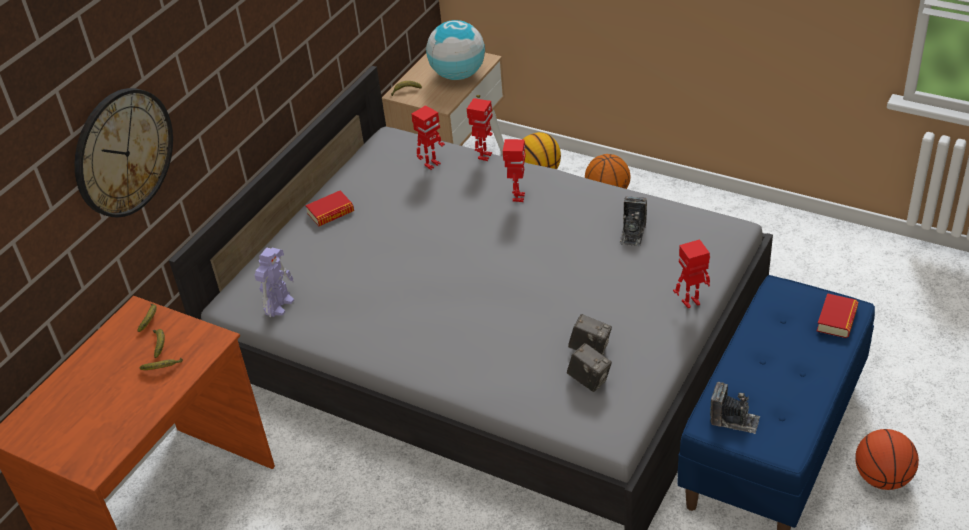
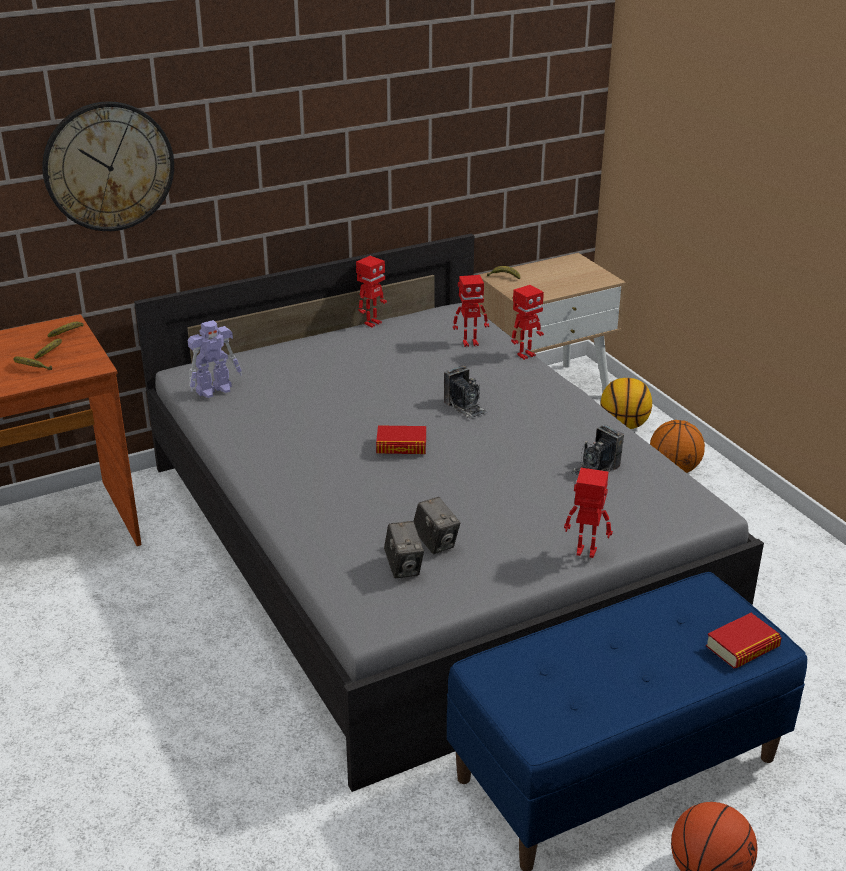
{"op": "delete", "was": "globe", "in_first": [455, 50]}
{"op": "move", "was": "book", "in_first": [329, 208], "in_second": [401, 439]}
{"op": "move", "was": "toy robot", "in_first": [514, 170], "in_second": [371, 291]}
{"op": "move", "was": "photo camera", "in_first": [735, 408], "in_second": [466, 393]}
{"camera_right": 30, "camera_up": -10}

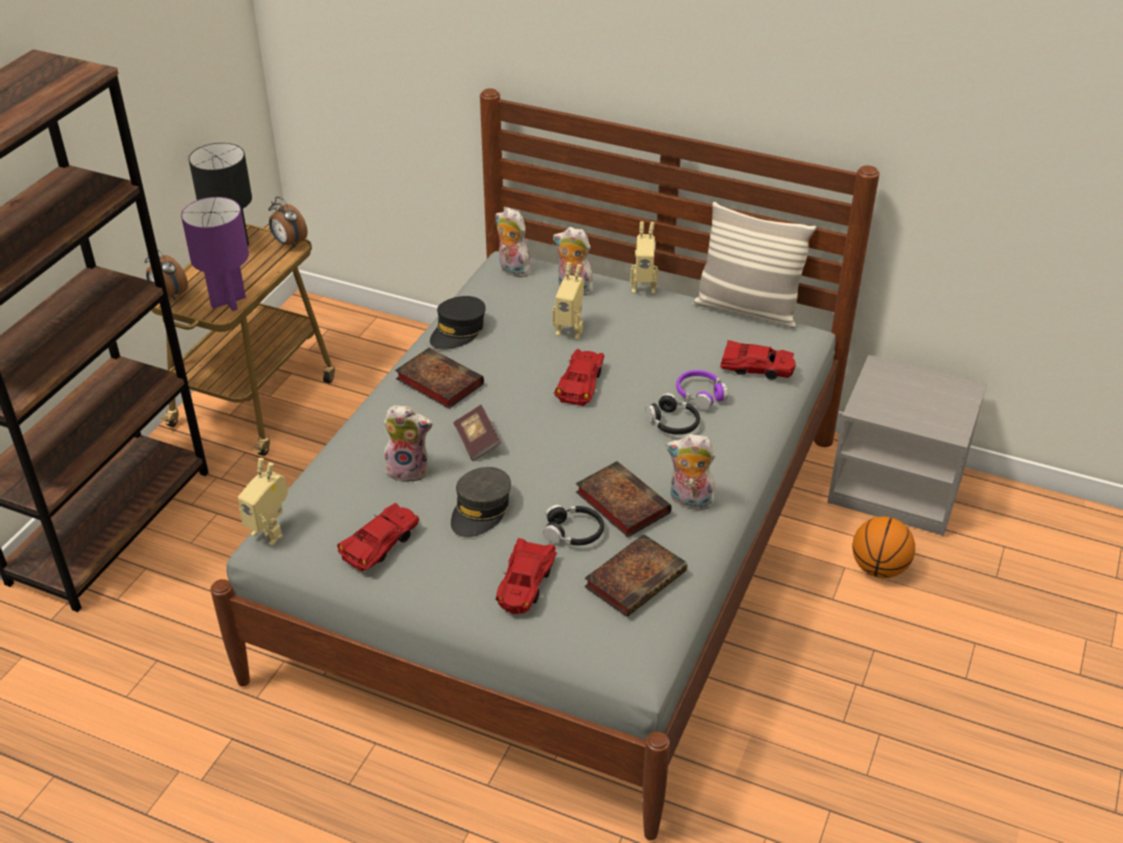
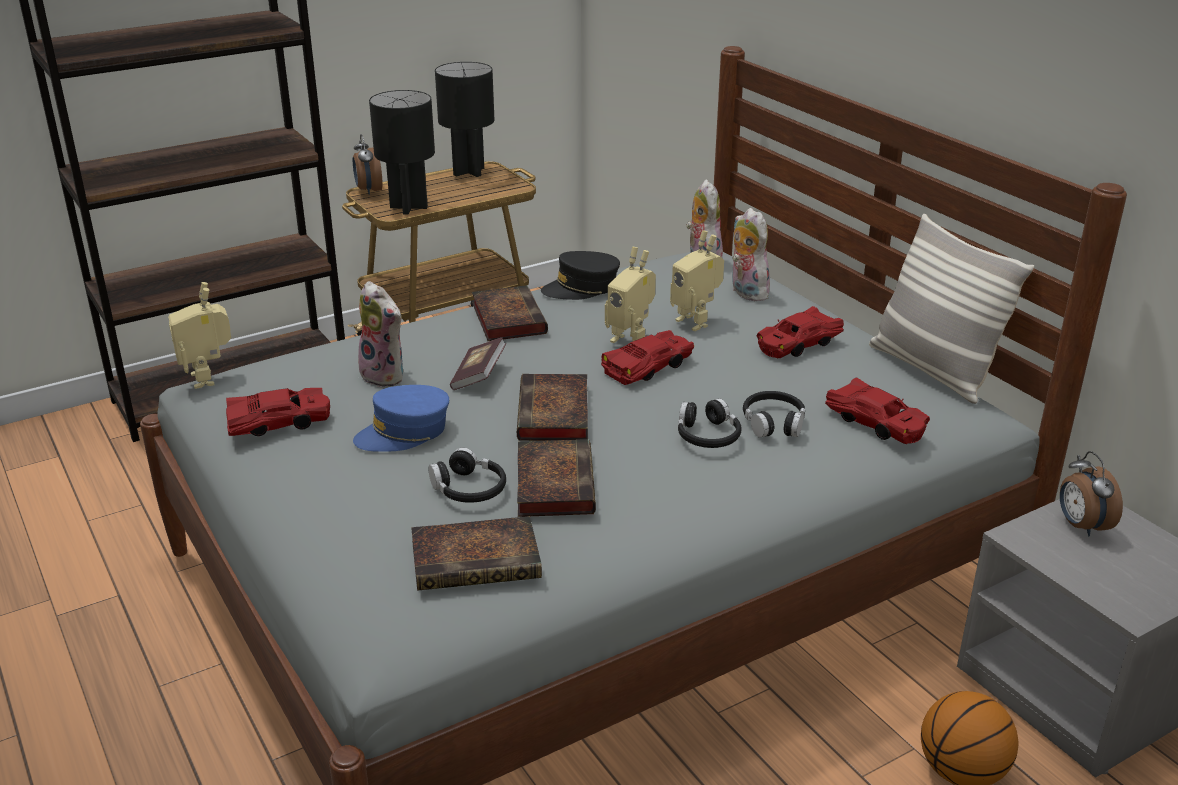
{"op": "delete", "was": "plush toy", "in_first": [690, 472]}
{"op": "insert", "now": "book", "in_second": [552, 407]}
{"op": "move", "was": "alarm clock", "in_first": [288, 222], "in_second": [1091, 493]}
{"op": "move", "was": "red toy car", "in_first": [526, 576], "in_second": [800, 332]}
{"op": "move", "was": "toy robot", "in_first": [644, 257], "in_second": [630, 295]}
{"op": "recolor", "was": "purple table lamp", "now": "black table lamp", "in_first": [215, 254], "in_second": [402, 152]}
{"op": "recolor", "was": "grey cap", "now": "blue cap", "in_first": [481, 502], "in_second": [401, 418]}
{"op": "recolor", "was": "purple headphones", "now": "black headphones", "in_first": [702, 390], "in_second": [774, 414]}
{"camera_right": 35, "camera_up": -10}

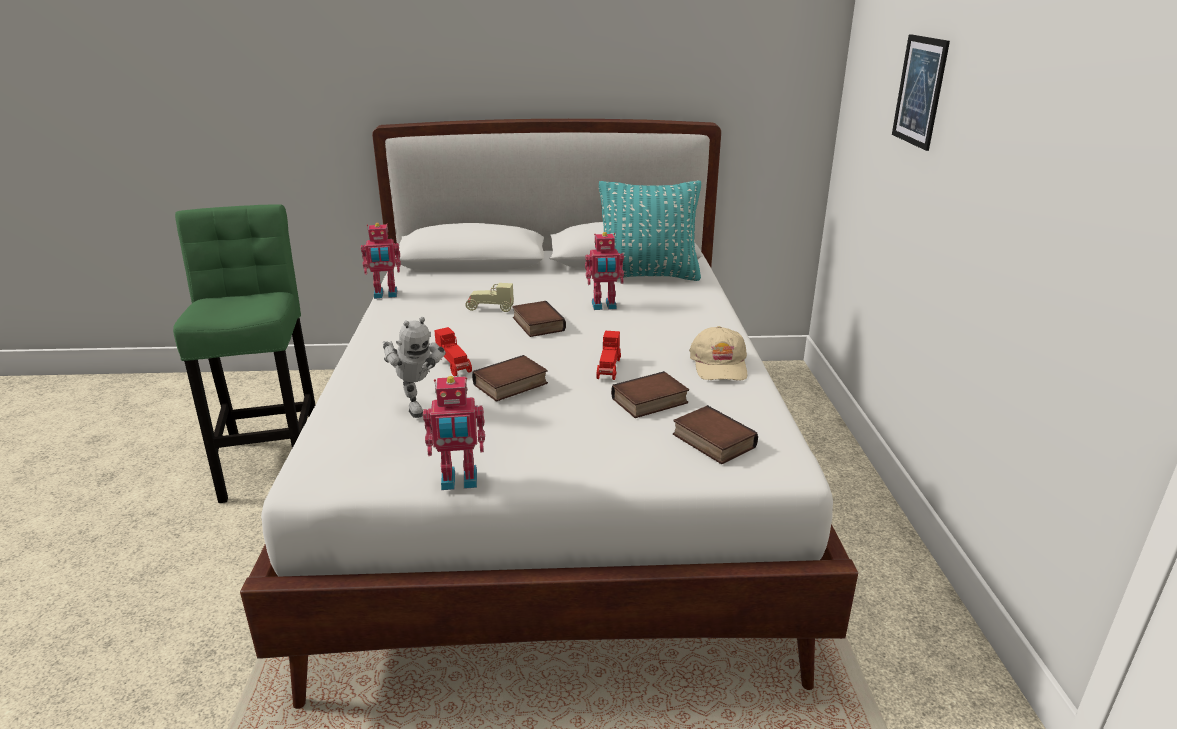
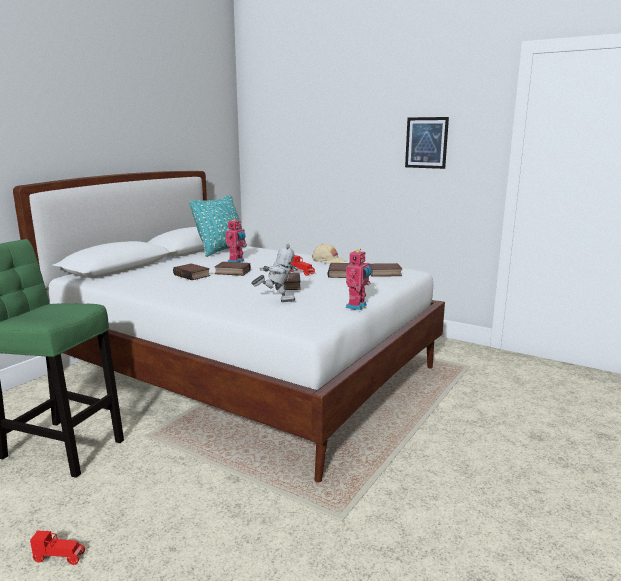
{"op": "delete", "was": "toy robot", "in_first": [381, 261]}
{"op": "move", "was": "red toy car", "in_first": [453, 352], "in_second": [57, 548]}
{"op": "move", "was": "picture", "in_first": [921, 92], "in_second": [427, 143]}
{"op": "replace", "was": "beige toy car", "now": "book", "in_first": [489, 297], "in_second": [191, 271]}
{"camera_right": -55, "camera_up": -10}

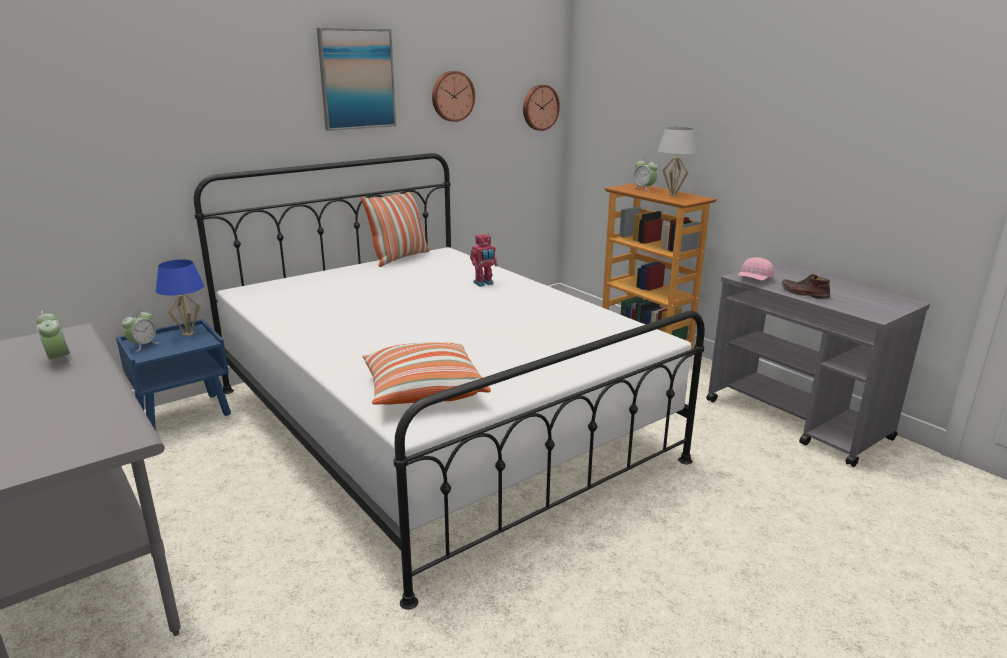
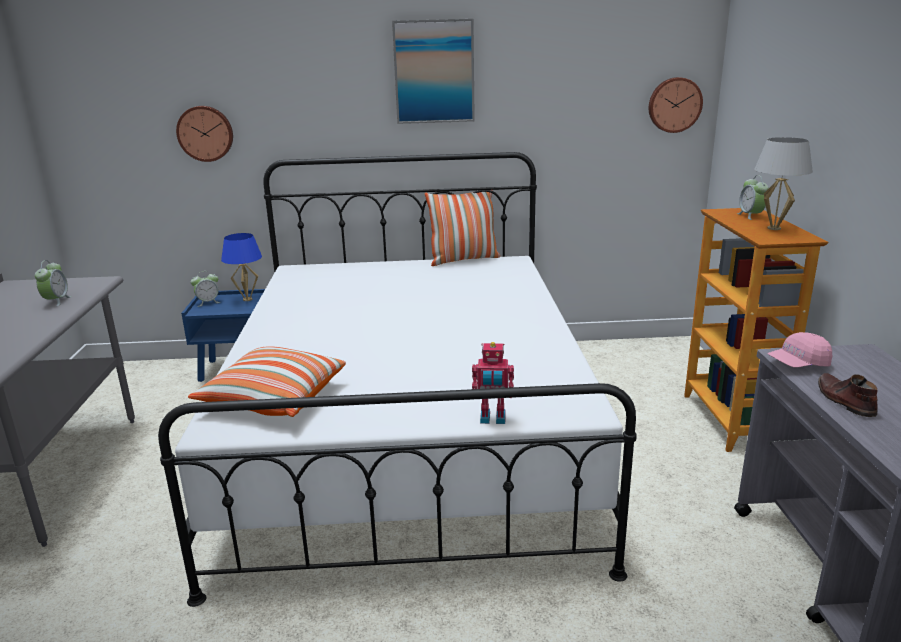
{"op": "move", "was": "wall clock", "in_first": [453, 96], "in_second": [204, 134]}
{"op": "move", "was": "toy robot", "in_first": [484, 260], "in_second": [493, 383]}
{"camera_right": 35, "camera_up": 0}

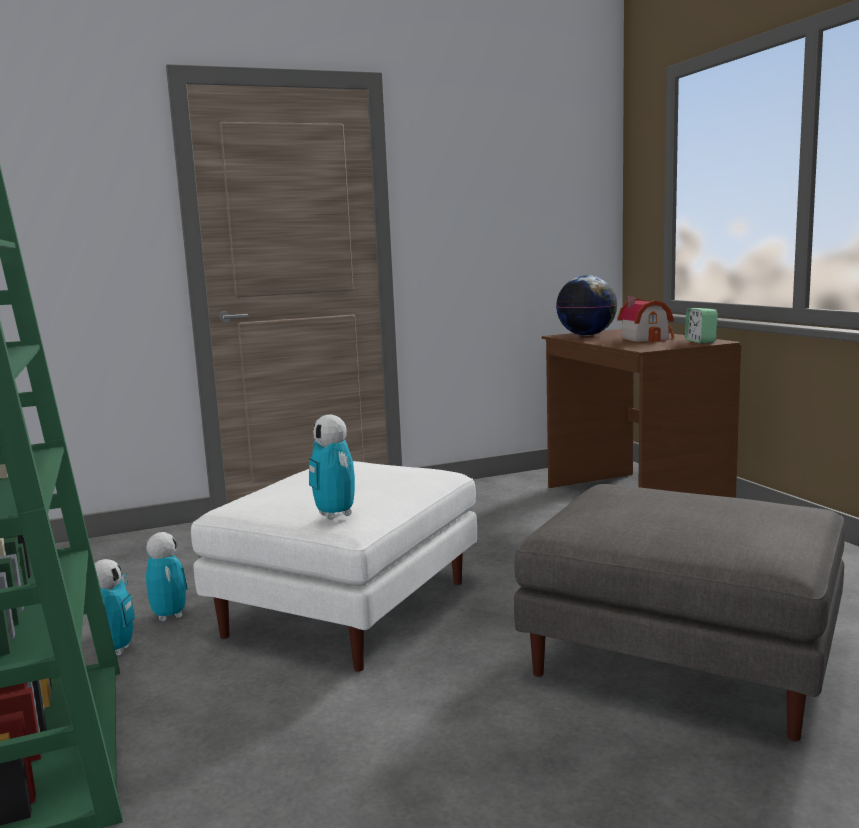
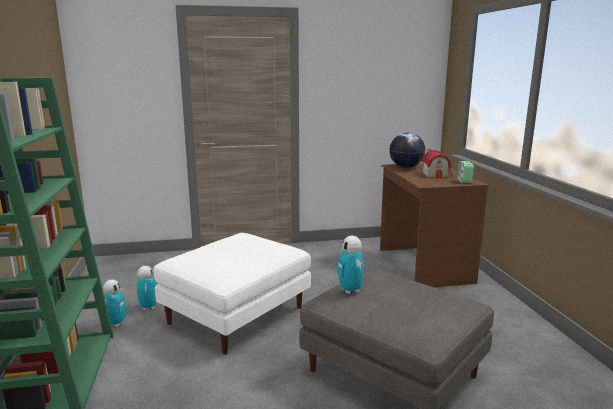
{"op": "move", "was": "toy robot", "in_first": [332, 467], "in_second": [350, 265]}
{"camera_right": 10, "camera_up": 5}

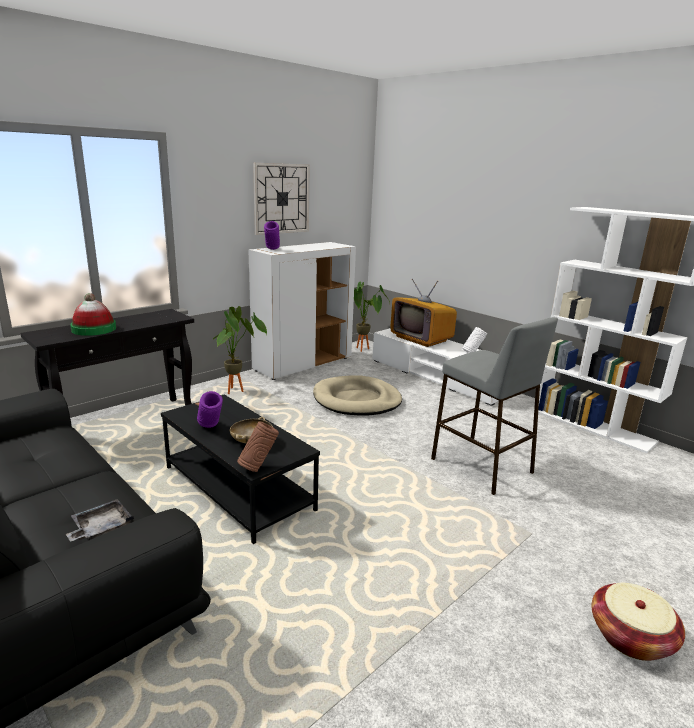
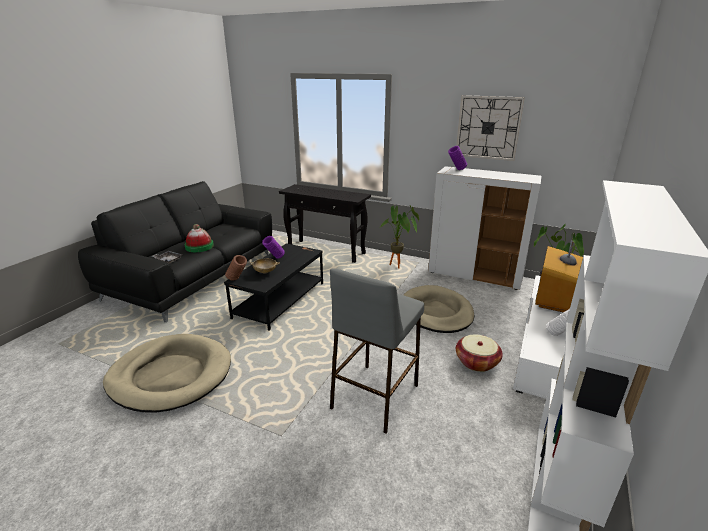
{"op": "insert", "now": "beige dog bed", "in_second": [167, 373]}
{"op": "move", "was": "hat", "in_first": [93, 314], "in_second": [199, 238]}
{"op": "move", "was": "basket", "in_first": [638, 622], "in_second": [479, 353]}
{"camera_right": 70, "camera_up": 5}

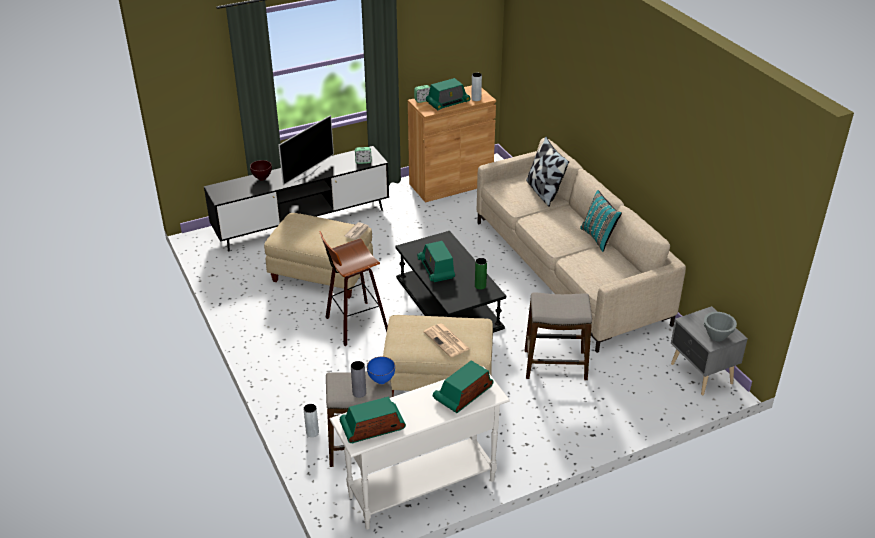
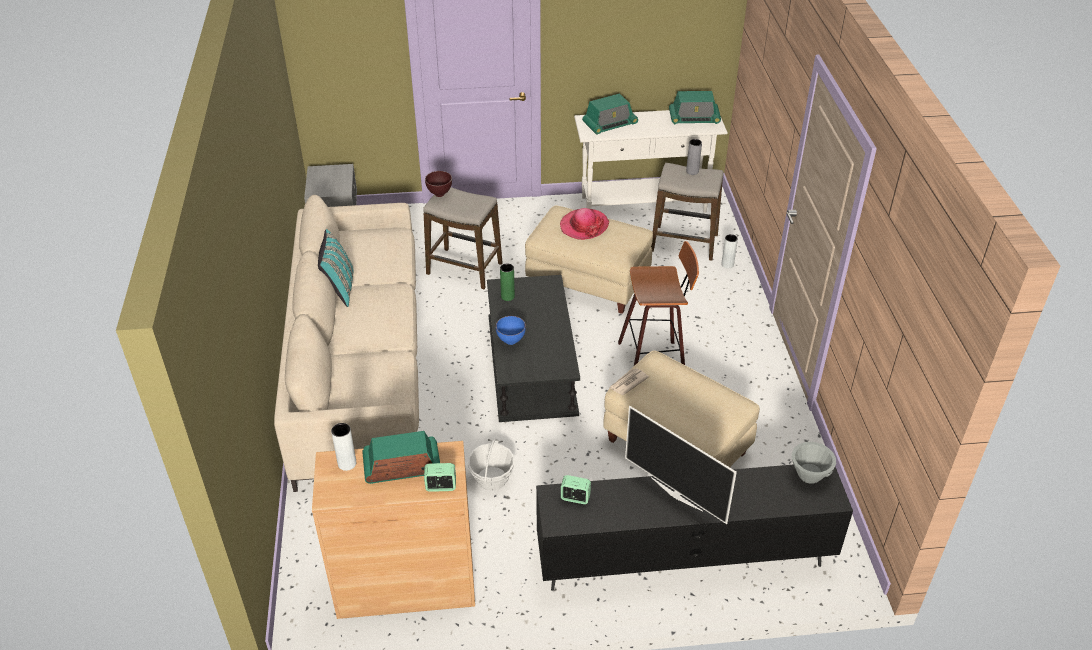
{"op": "delete", "was": "radio", "in_first": [436, 261]}
{"op": "delete", "was": "pillow", "in_first": [547, 171]}
{"op": "insert", "now": "basket", "in_second": [491, 464]}
{"op": "move", "was": "brown bowl", "in_first": [261, 170], "in_second": [438, 184]}
{"op": "move", "was": "blue bowl", "in_first": [381, 370], "in_second": [511, 330]}
{"op": "move", "was": "grey bowl", "in_first": [720, 326], "in_second": [814, 463]}
{"op": "replace", "was": "newspaper", "now": "hat", "in_first": [447, 340], "in_second": [584, 224]}
{"op": "rotate", "was": "television", "in_first": [306, 150], "in_second": [681, 465], "clockwise": -105}
{"camera_right": -160, "camera_up": 5}

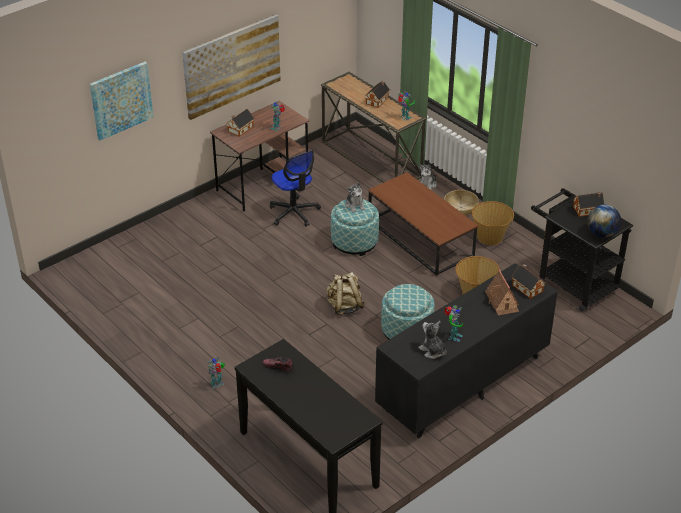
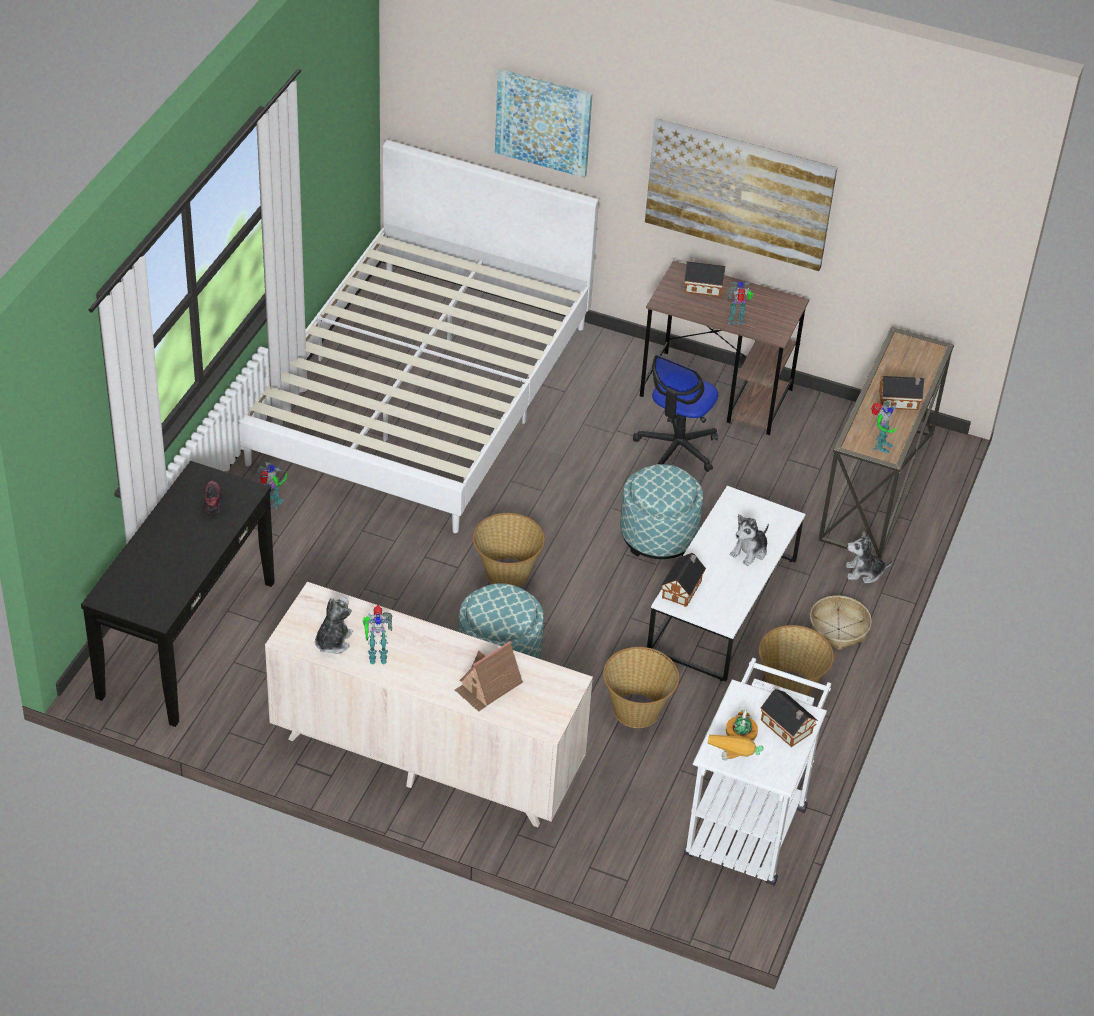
{"op": "insert", "now": "white bed", "in_second": [419, 336]}
{"op": "move", "was": "plush toy", "in_first": [355, 197], "in_second": [749, 540]}
{"op": "move", "was": "toy house", "in_first": [528, 281], "in_second": [683, 580]}
{"op": "replace", "was": "beige backpack", "now": "basket", "in_first": [345, 293], "in_second": [508, 550]}
{"op": "replace", "was": "globe", "now": "toy robot", "in_first": [604, 221], "in_second": [735, 735]}
{"op": "recolor", "was": "brown coffee table", "now": "white coffee table", "in_first": [423, 224], "in_second": [726, 584]}
{"op": "recolor", "was": "black dresser", "now": "beige dresser", "in_first": [466, 350], "in_second": [429, 704]}
{"op": "recolor", "was": "black cart", "now": "white cart", "in_first": [582, 250], "in_second": [757, 772]}
{"camera_right": 60, "camera_up": 5}

